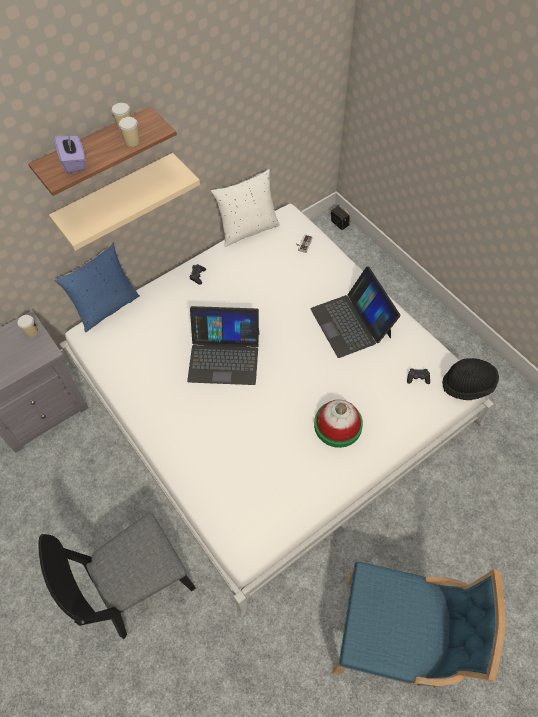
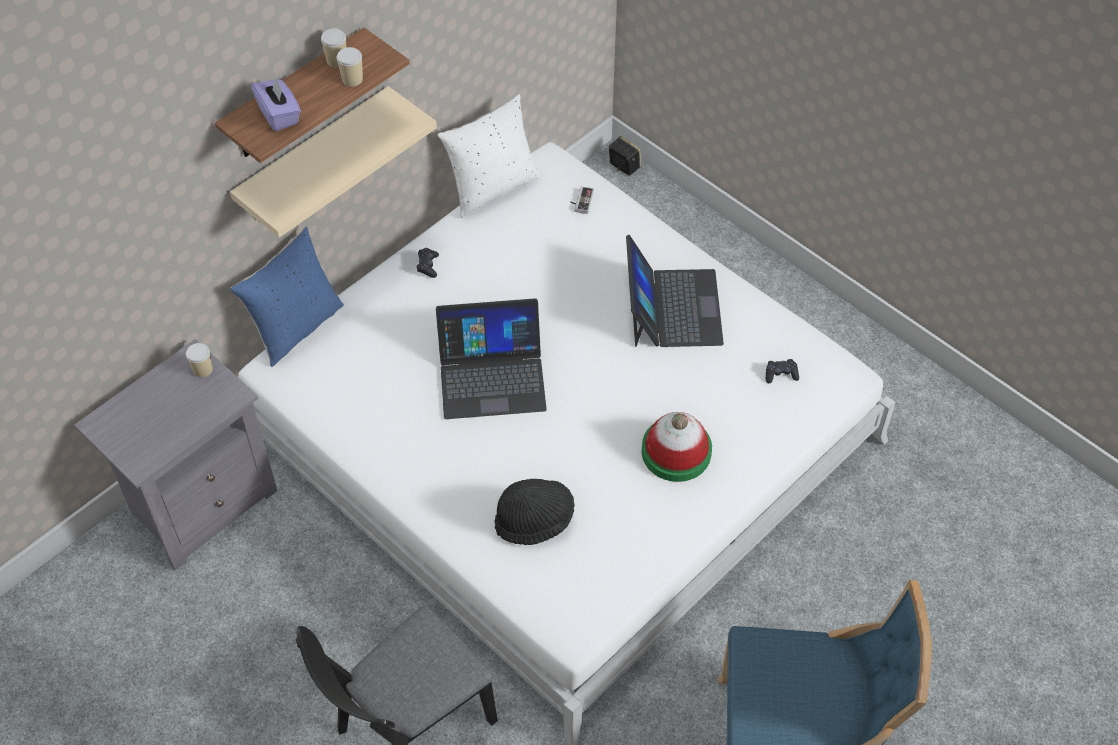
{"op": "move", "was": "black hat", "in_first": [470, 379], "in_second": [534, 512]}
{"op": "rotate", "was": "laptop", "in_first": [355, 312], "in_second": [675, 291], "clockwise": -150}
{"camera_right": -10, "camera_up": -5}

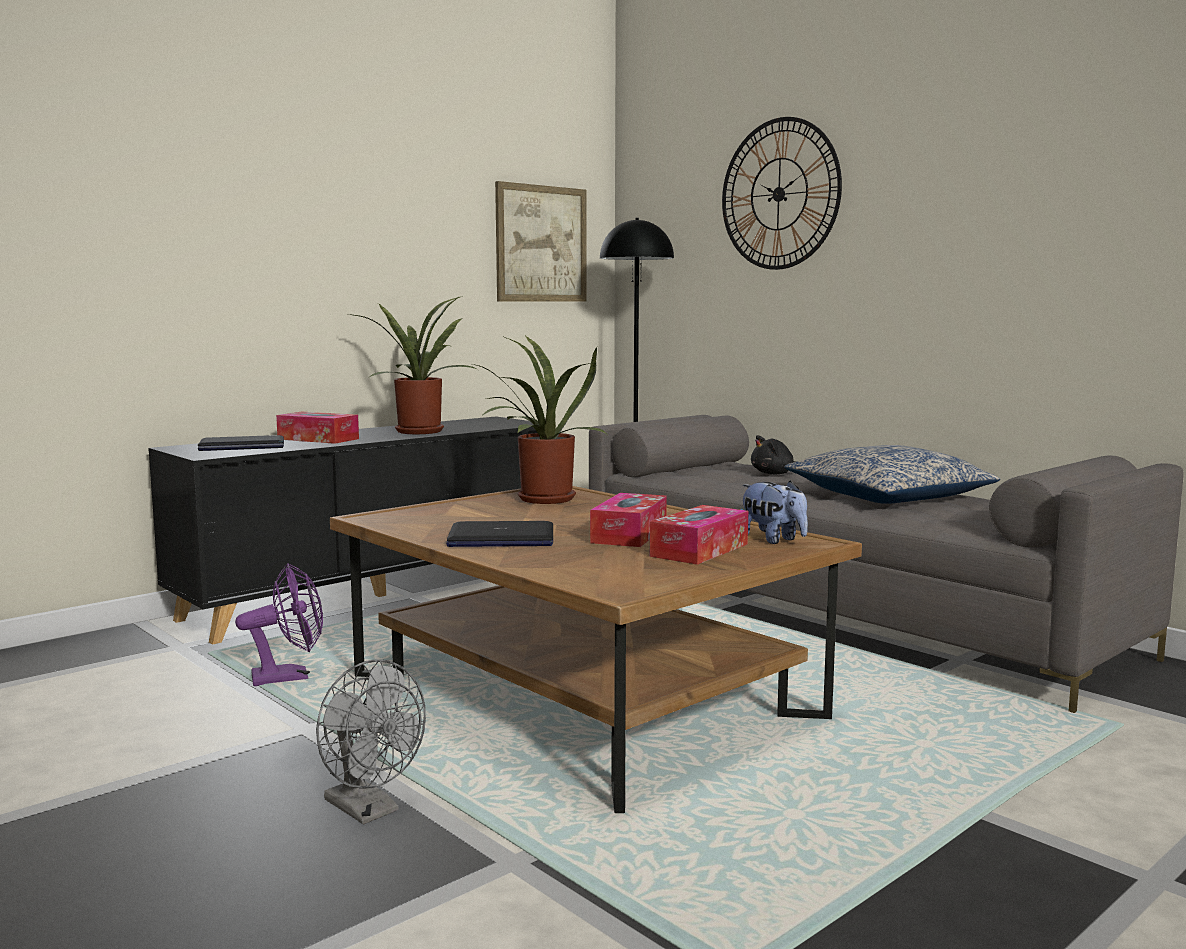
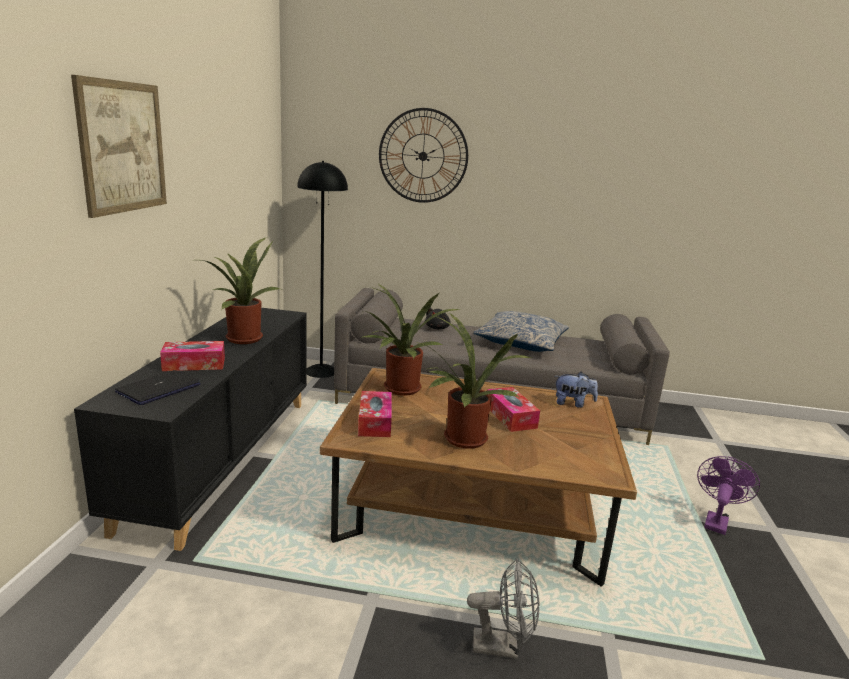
{"op": "move", "was": "purple fan", "in_first": [279, 624], "in_second": [728, 495]}
{"op": "move", "was": "picture", "in_first": [541, 241], "in_second": [119, 146]}
{"op": "move", "was": "tissue box", "in_first": [699, 535], "in_second": [375, 414]}
{"op": "replace", "was": "laptop", "now": "potted plant", "in_first": [499, 534], "in_second": [476, 381]}
{"camera_right": -40, "camera_up": 10}

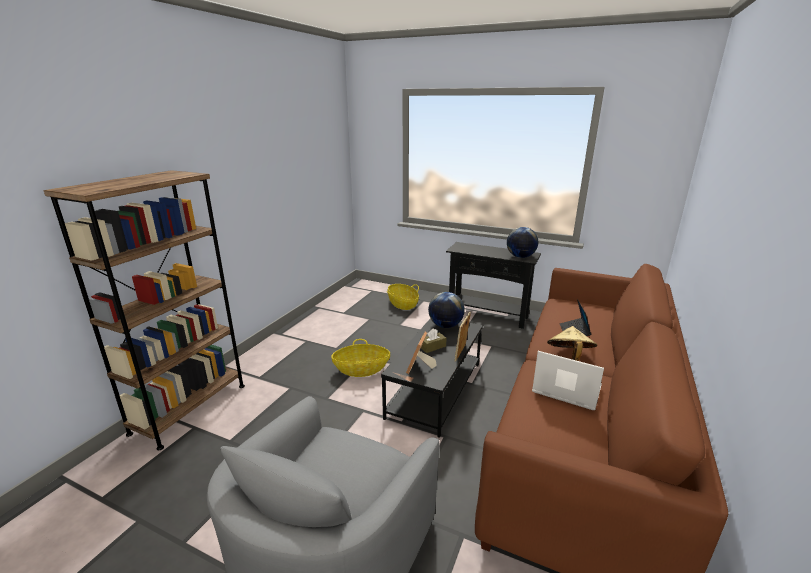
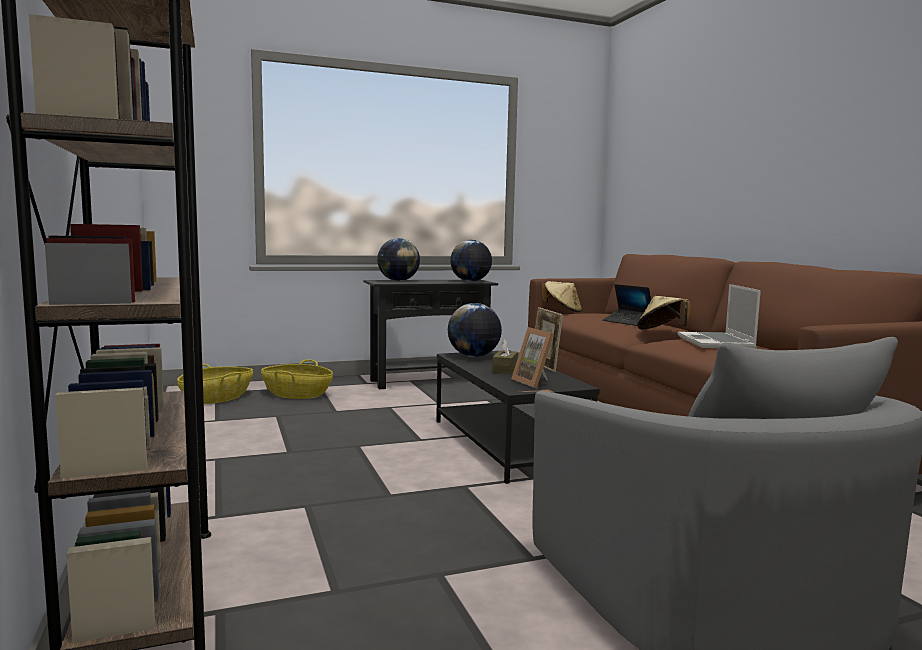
{"op": "insert", "now": "globe", "in_second": [398, 259]}
{"op": "insert", "now": "beige hat", "in_second": [562, 296]}
{"op": "move", "was": "basket", "in_first": [360, 358], "in_second": [215, 384]}
{"op": "rotate", "was": "laptop", "in_first": [568, 380], "in_second": [719, 316], "clockwise": -75}
{"camera_right": -45, "camera_up": -15}

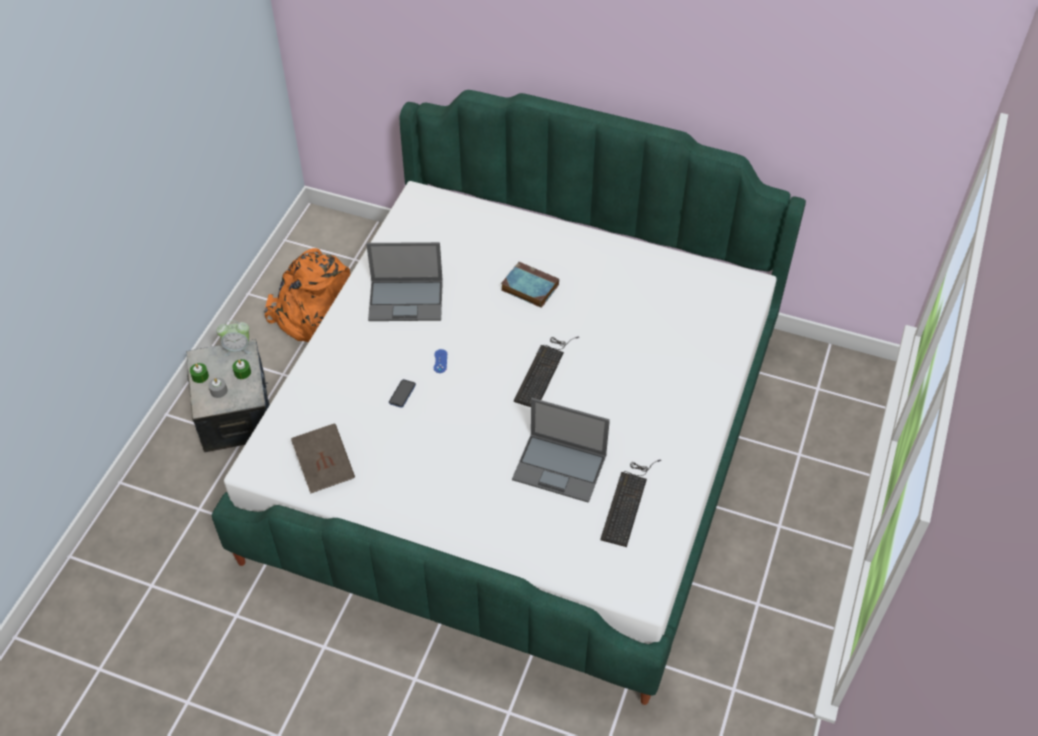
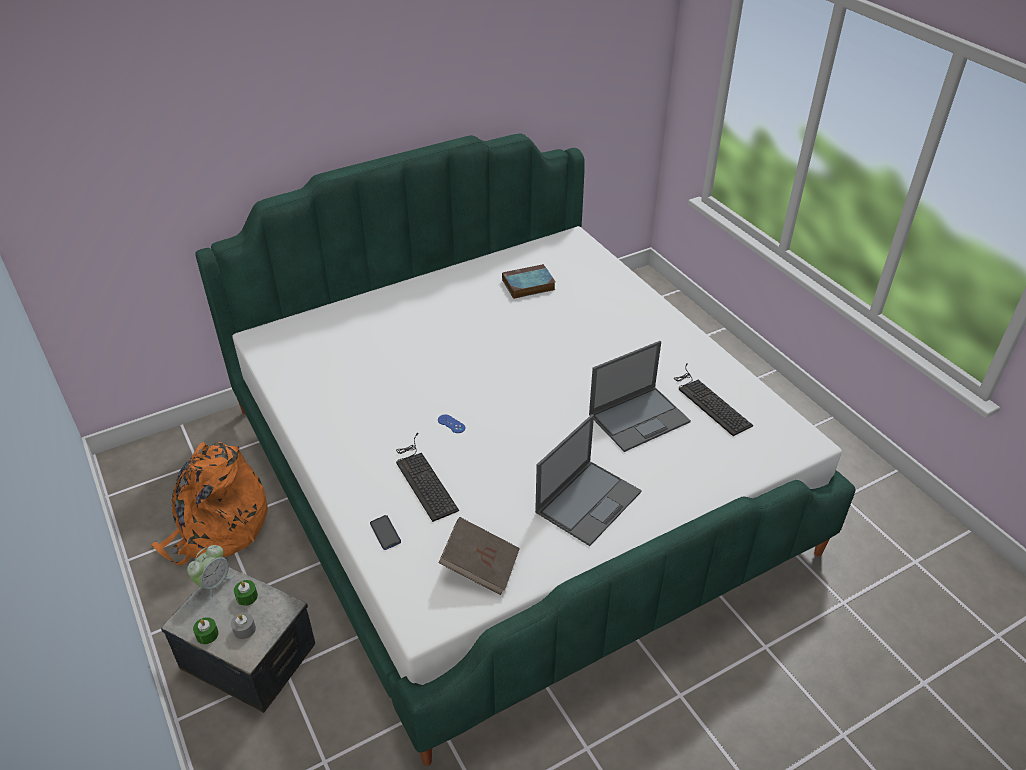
{"op": "move", "was": "laptop", "in_first": [404, 281], "in_second": [588, 480]}
{"op": "move", "was": "phone", "in_first": [402, 393], "in_second": [385, 532]}
{"op": "move", "was": "book", "in_first": [530, 285], "in_second": [529, 281]}
{"op": "move", "was": "keyboard", "in_first": [546, 372], "in_second": [427, 477]}
{"camera_right": -50, "camera_up": -10}

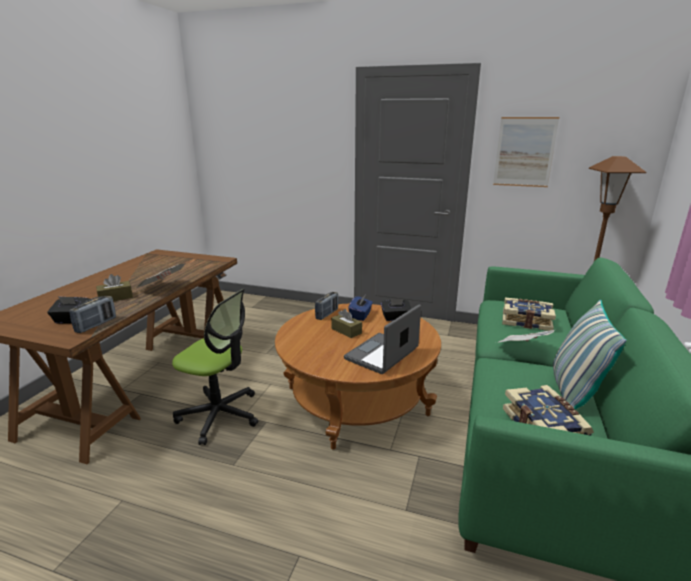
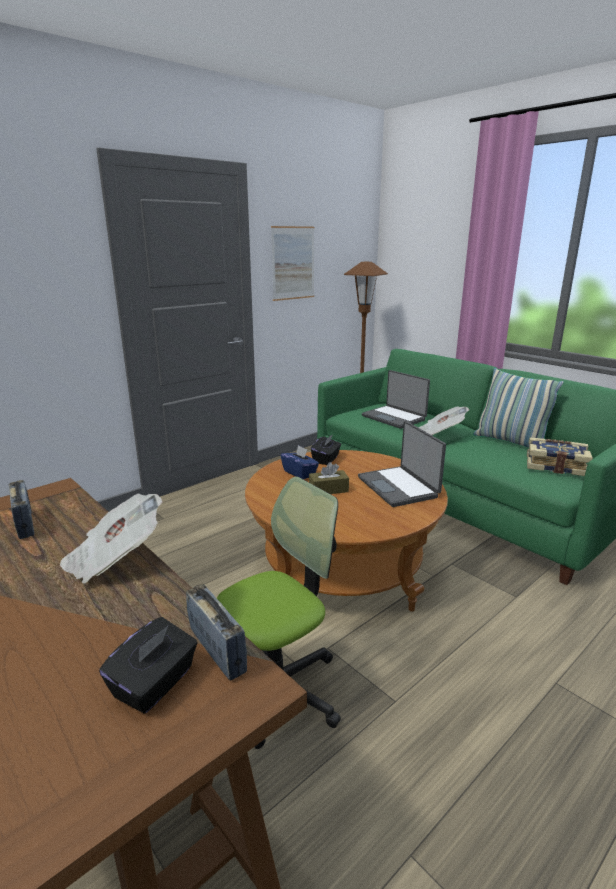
{"op": "delete", "was": "brown tissue box", "in_first": [114, 287]}
{"op": "move", "was": "radio", "in_first": [326, 306], "in_second": [21, 509]}
{"op": "replace", "was": "book", "now": "laptop", "in_first": [529, 314], "in_second": [396, 399]}
{"camera_right": -60, "camera_up": 0}

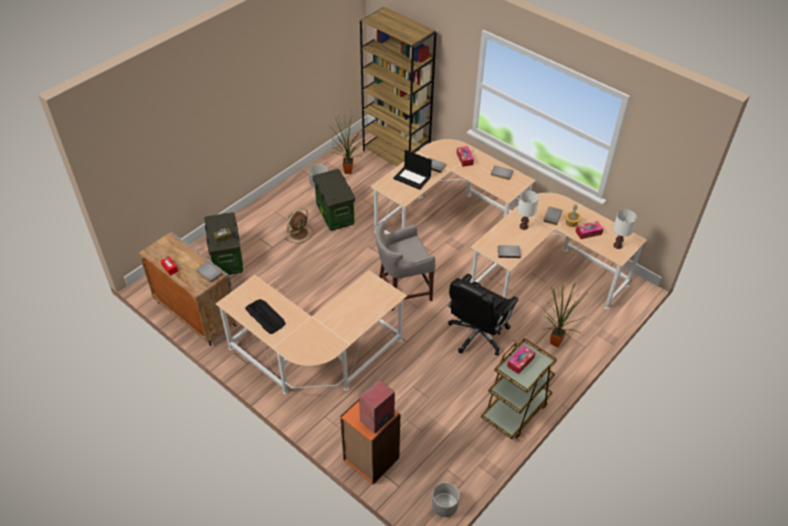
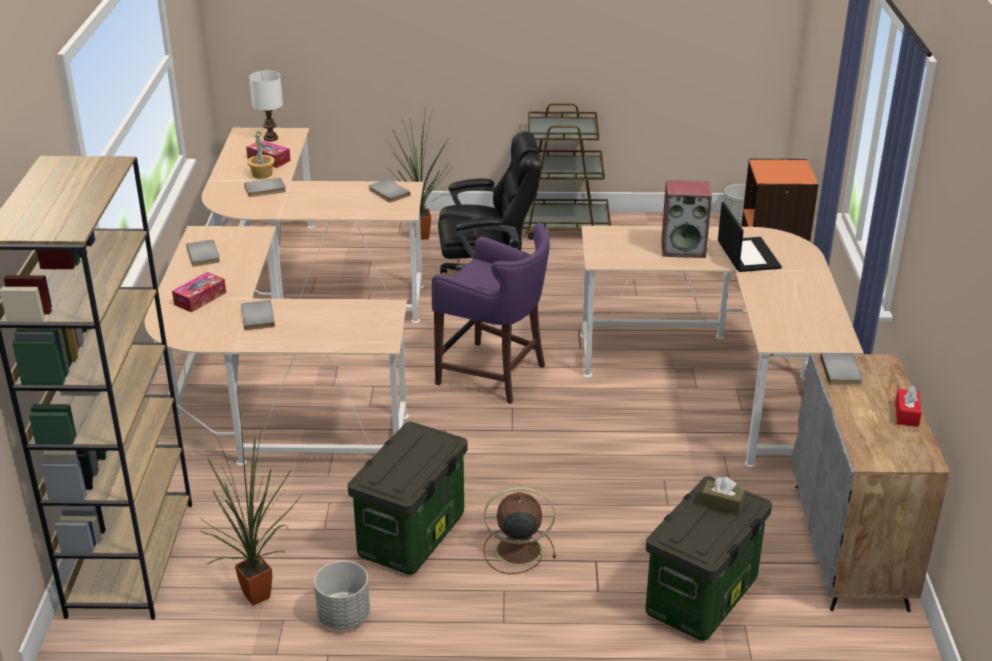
{"op": "delete", "was": "keyboard", "in_first": [265, 316]}
{"op": "delete", "was": "tissue box", "in_first": [521, 359]}
{"op": "delete", "was": "white table lamp", "in_first": [528, 210]}
{"op": "move", "was": "speaker", "in_first": [377, 406], "in_second": [686, 219]}
{"op": "move", "was": "laptop", "in_first": [412, 170], "in_second": [750, 237]}
{"op": "recolor", "was": "grey stool", "now": "purple stool", "in_first": [405, 266], "in_second": [491, 313]}
{"camera_right": -130, "camera_up": -15}

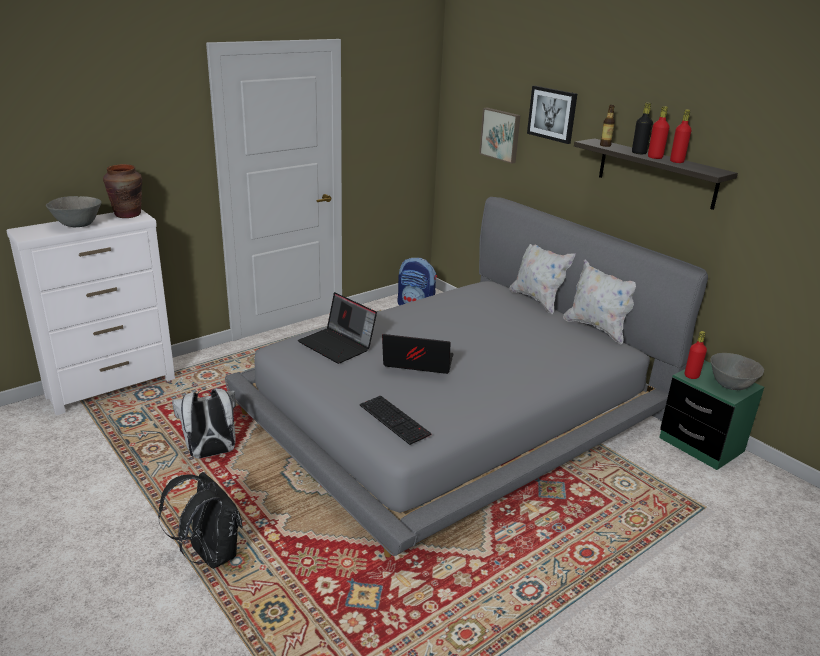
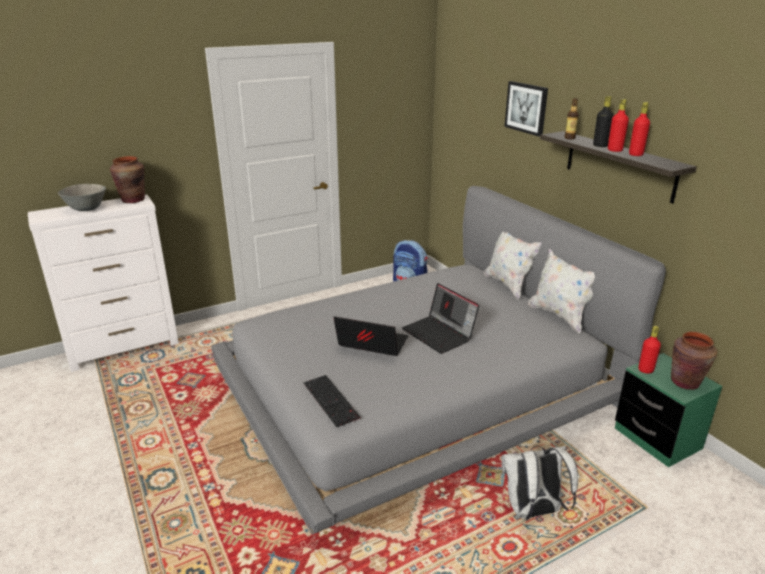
{"op": "delete", "was": "black backpack", "in_first": [200, 520]}
{"op": "delete", "was": "picture", "in_first": [500, 136]}
{"op": "move", "was": "white backpack", "in_first": [204, 424], "in_second": [539, 483]}
{"op": "move", "was": "laptop", "in_first": [337, 328], "in_second": [440, 318]}
{"op": "replace", "was": "grey bowl", "now": "brown vase", "in_first": [737, 371], "in_second": [694, 361]}
{"camera_right": 10, "camera_up": 0}

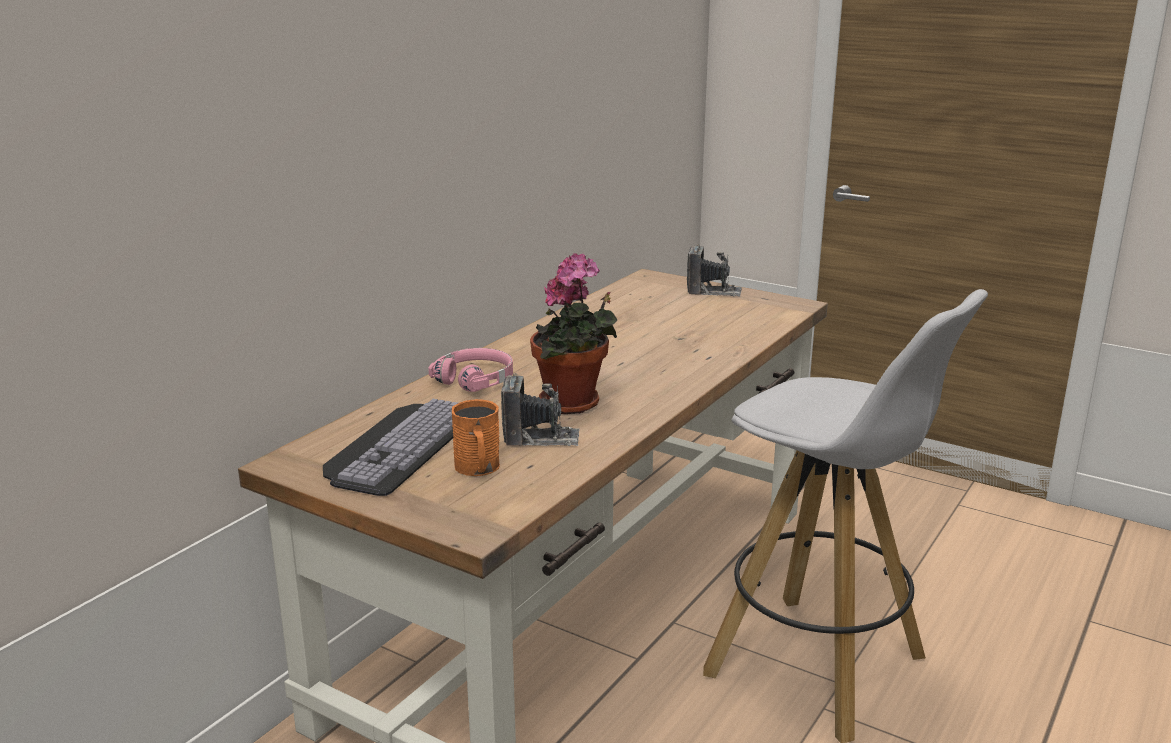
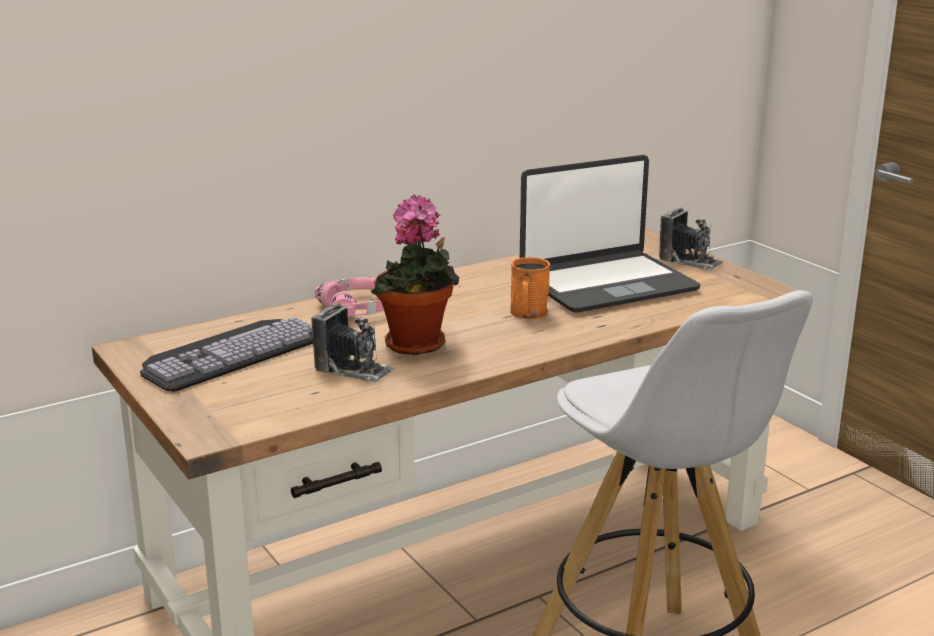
{"op": "insert", "now": "laptop", "in_second": [610, 234]}
{"op": "move", "was": "orange mug", "in_first": [476, 437], "in_second": [530, 288]}
{"camera_right": 25, "camera_up": 0}

